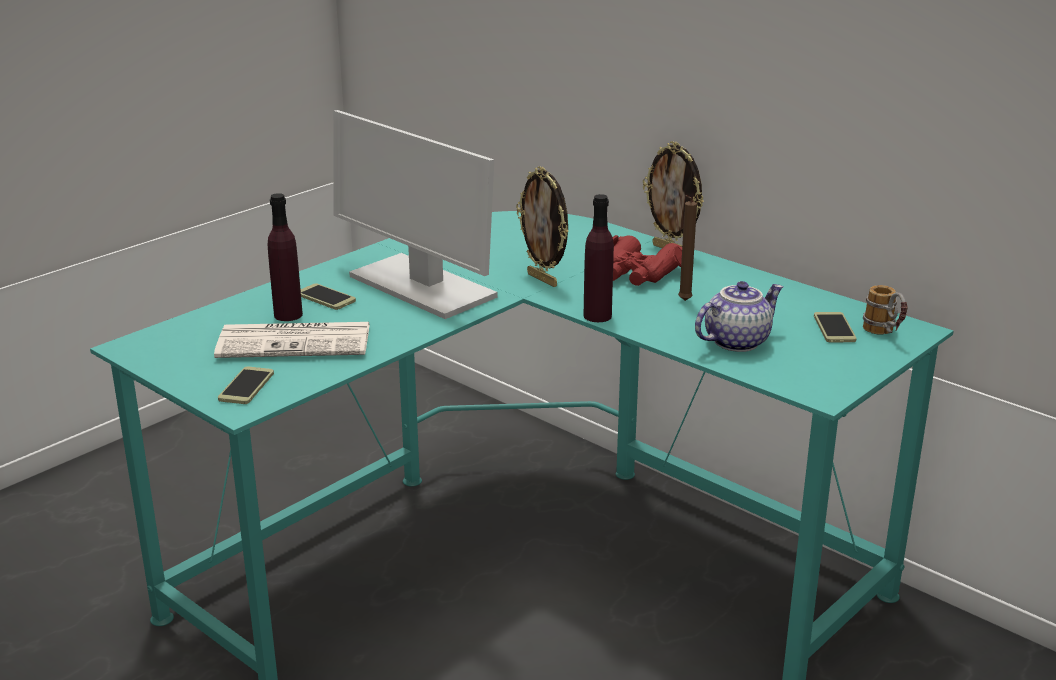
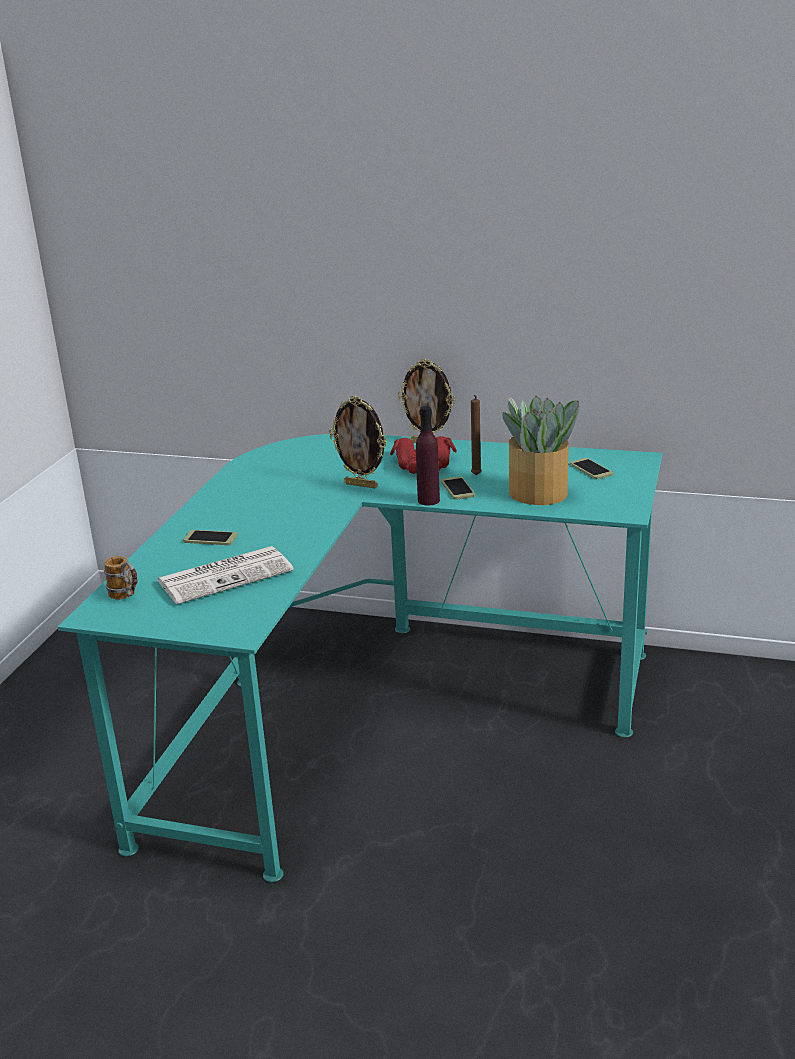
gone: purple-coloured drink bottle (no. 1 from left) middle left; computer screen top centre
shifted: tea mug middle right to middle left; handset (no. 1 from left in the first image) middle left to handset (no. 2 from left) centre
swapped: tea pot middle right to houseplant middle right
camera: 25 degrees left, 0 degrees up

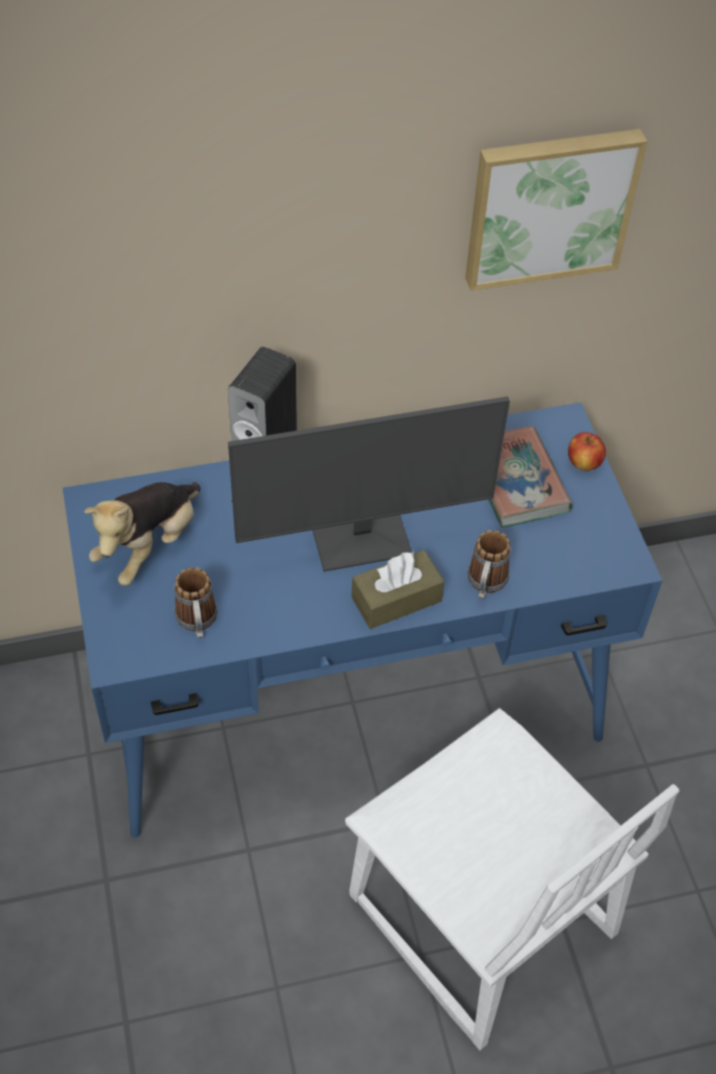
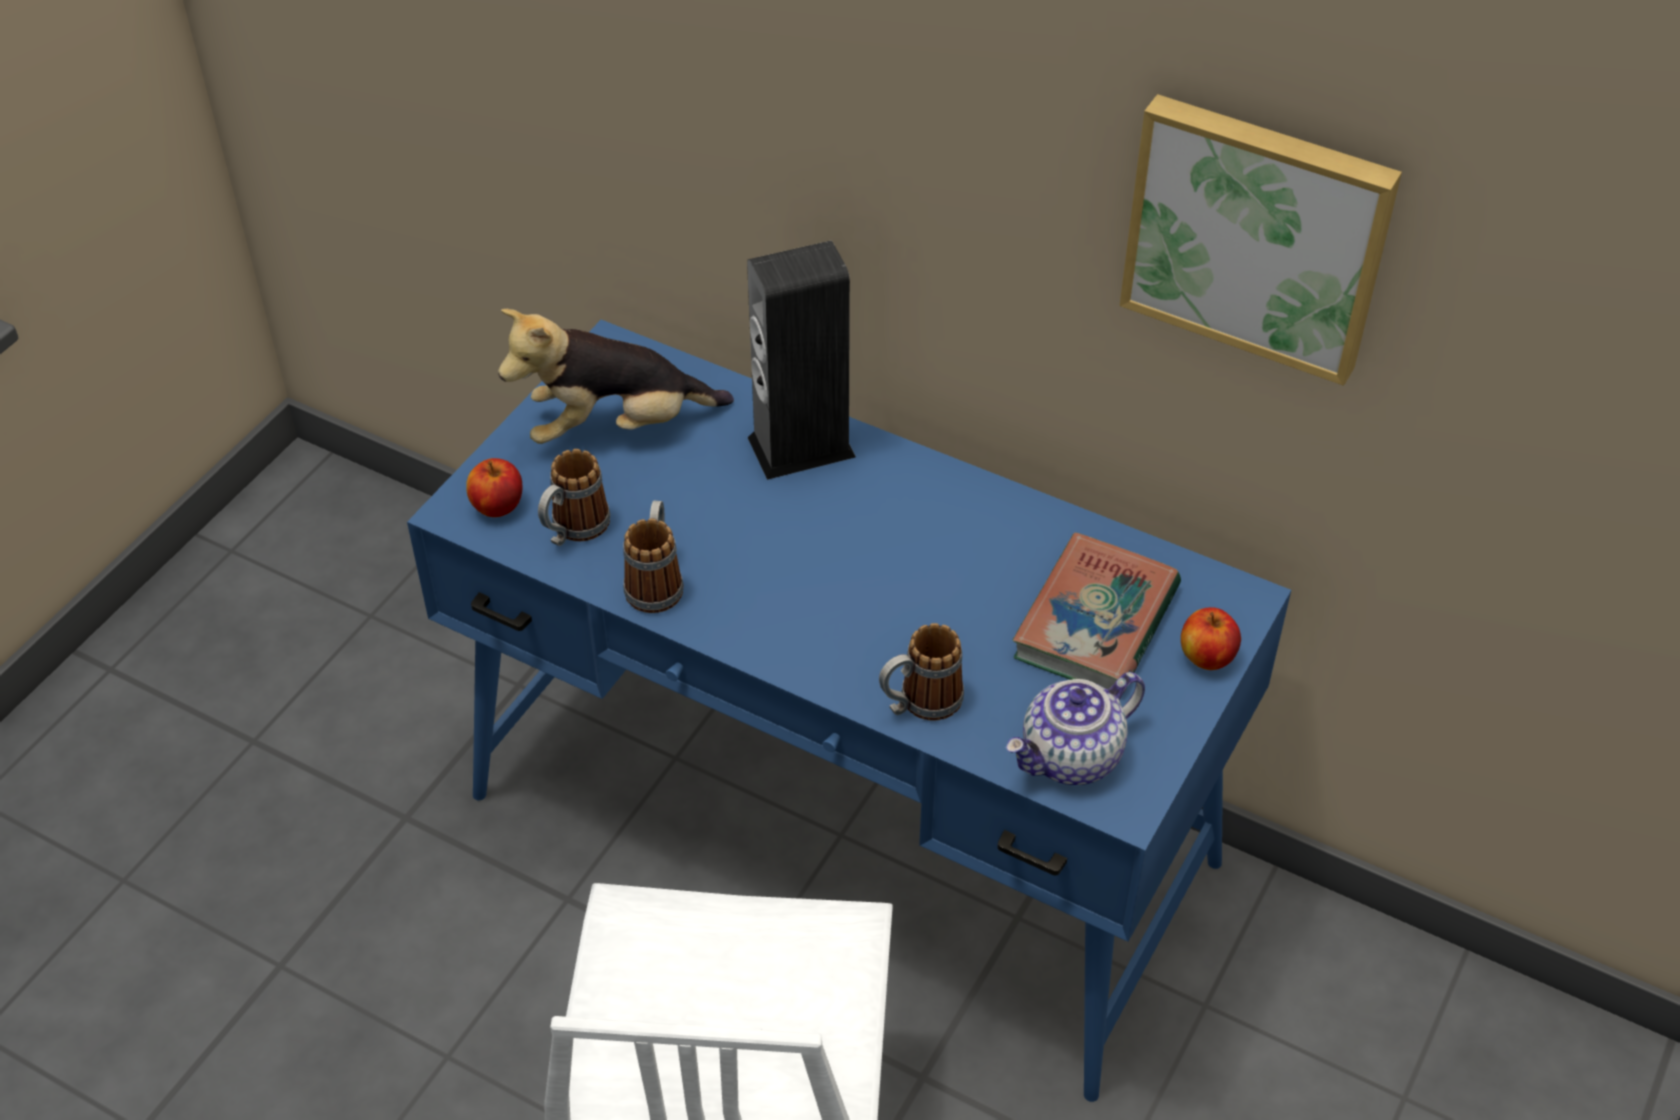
gone: computer screen centre; brownish tissue holder centre
new: whole apple (no. 1 from left) middle left; tea mug (no. 2 from left) centre; tea pot centre
camera: 45 degrees right, 5 degrees down

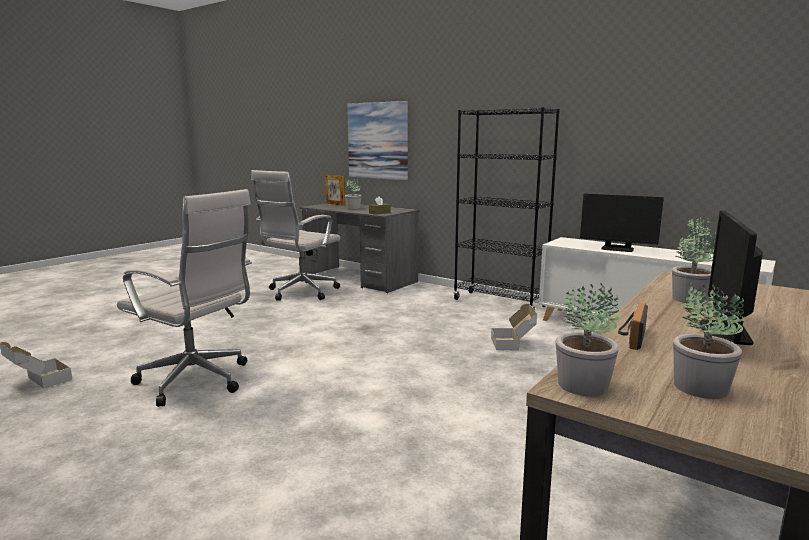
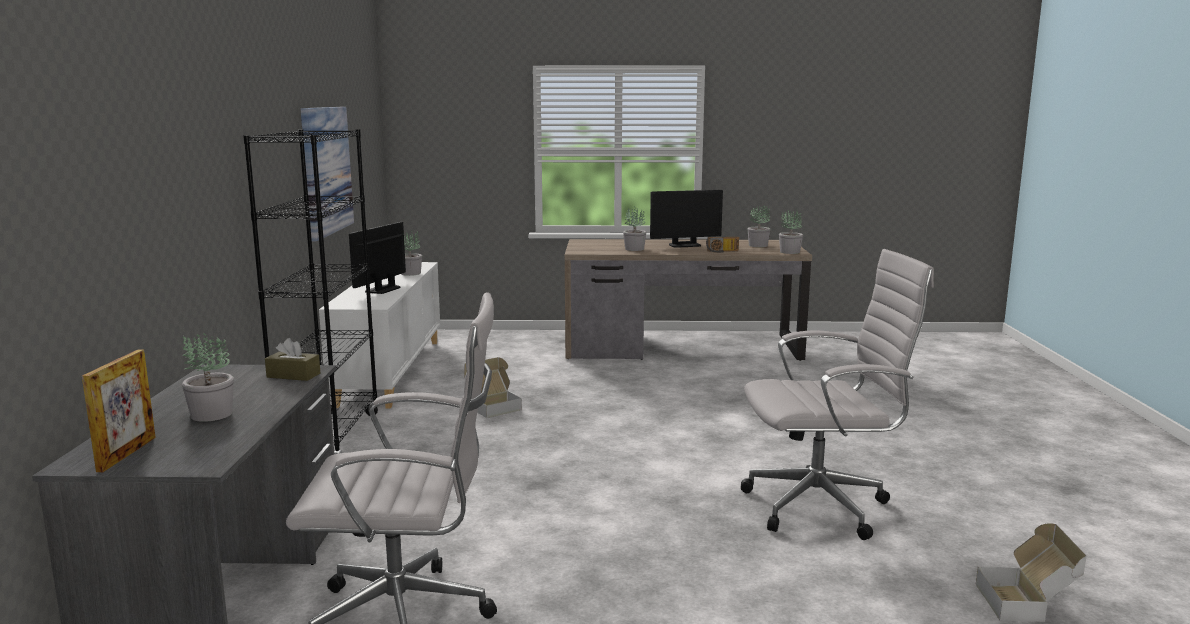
shifted: wall art top centre to top left
rotated: computer screen (no. 1 from left) middle right = middle left 150 degrees counterclockwise; whitish office chair (no. 1 from left in the first image) middle left = middle right 90 degrees clockwise
camera: 125 degrees left, 0 degrees up

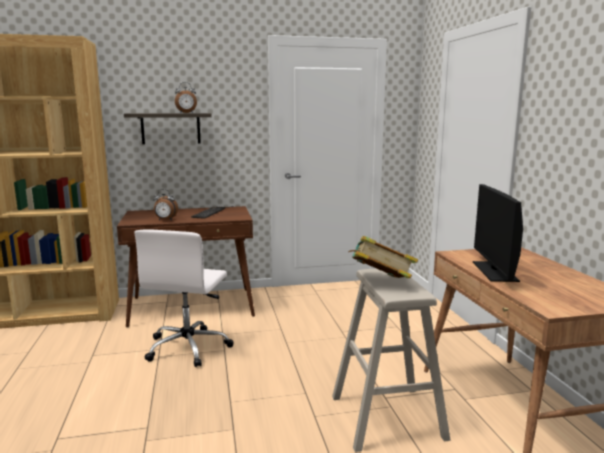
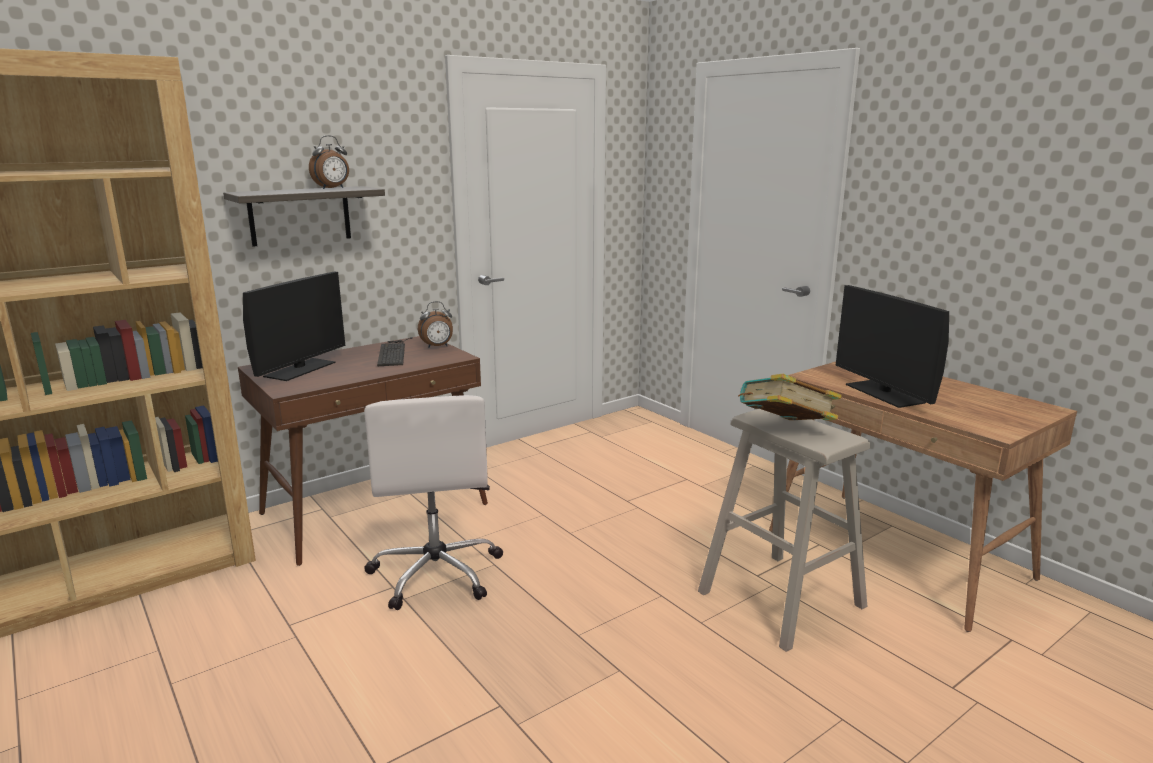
new: computer screen (no. 1 from left) middle left
shifted: alarm clock (no. 1 from left in the first image) middle left to alarm clock (no. 2 from left) centre
camera: 25 degrees left, 5 degrees up

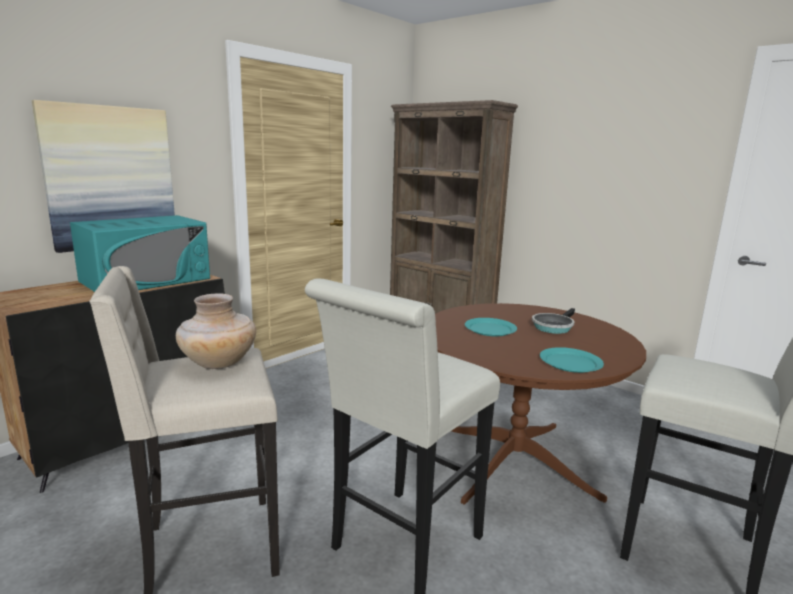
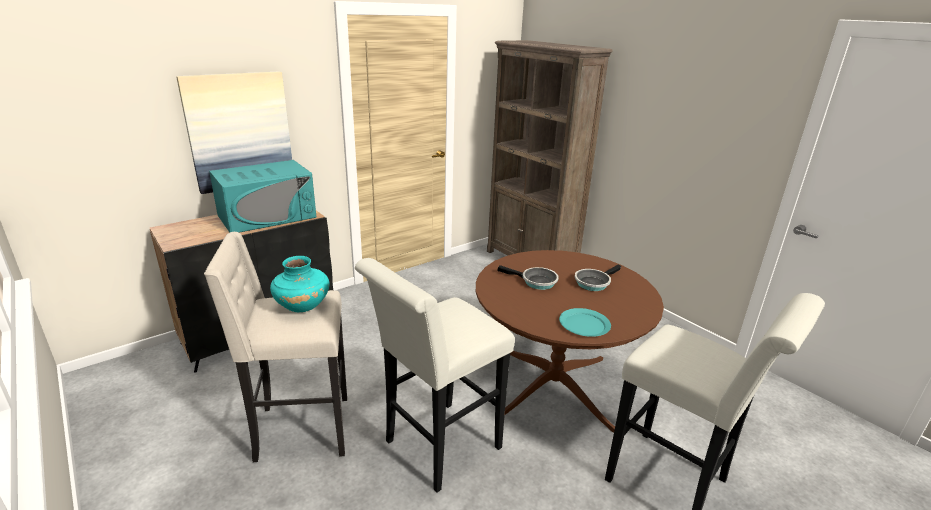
swapped: turquoise dinner plate (no. 1 from left) centre to skillet (no. 1 from left) centre
repainted: beige flower vase middle left to turquoise flower vase middle left
camera: 10 degrees right, 10 degrees up

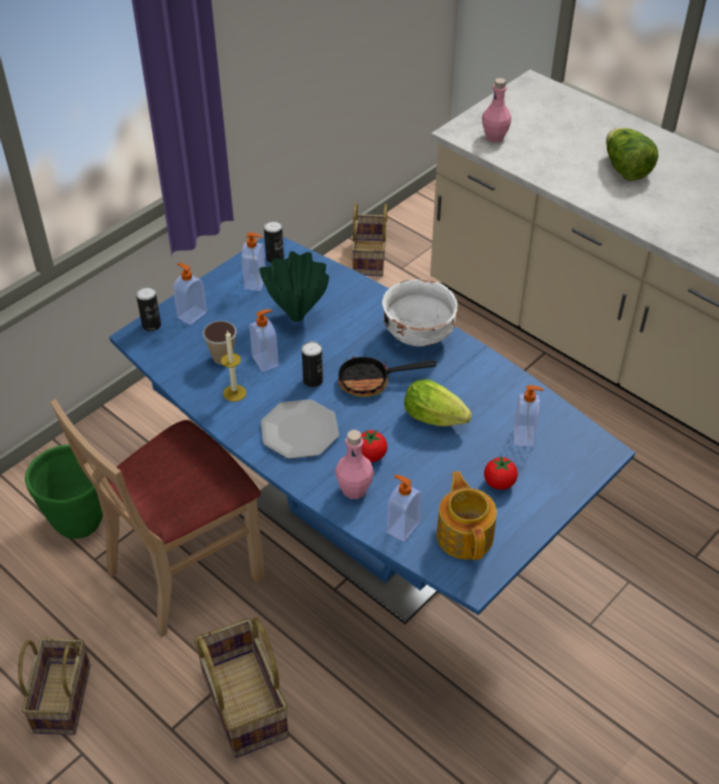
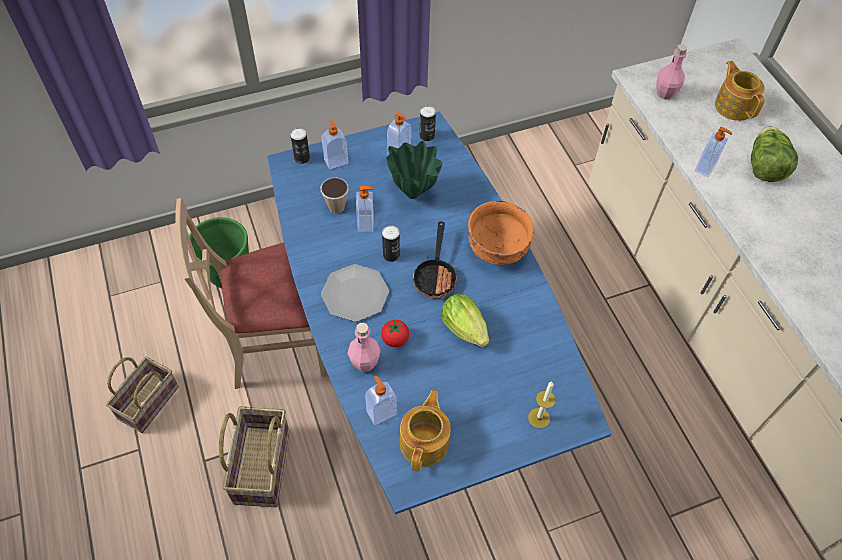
gone: basket (no. 3 from left) top centre; tomato (no. 2 from left) middle right
new: tea pot (no. 2 from left) top right
shifted: wax light middle left to bottom centre; liquid soap bottle (no. 5 from left) middle right to top right
repainted: whitish serving bowl centre to orange-coloured serving bowl centre
rotated: skillet centre = centre 105 degrees counterclockwise
camera: 25 degrees right, 10 degrees up

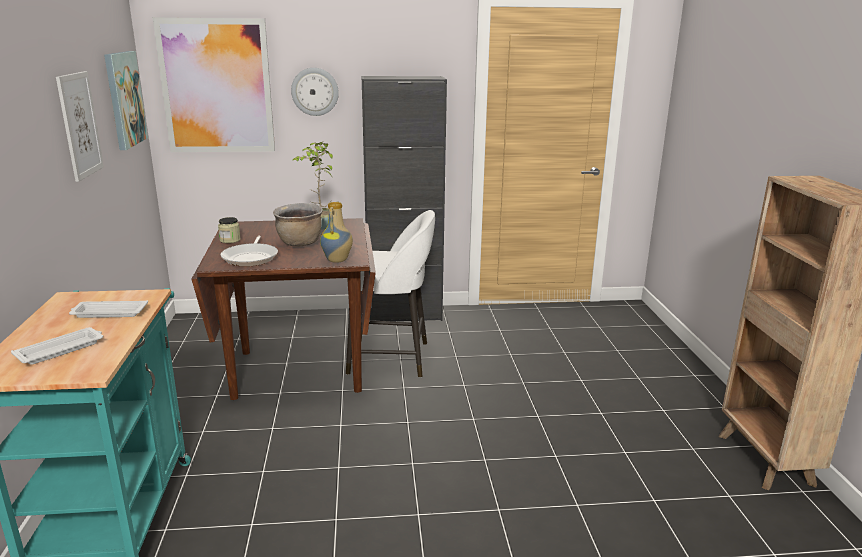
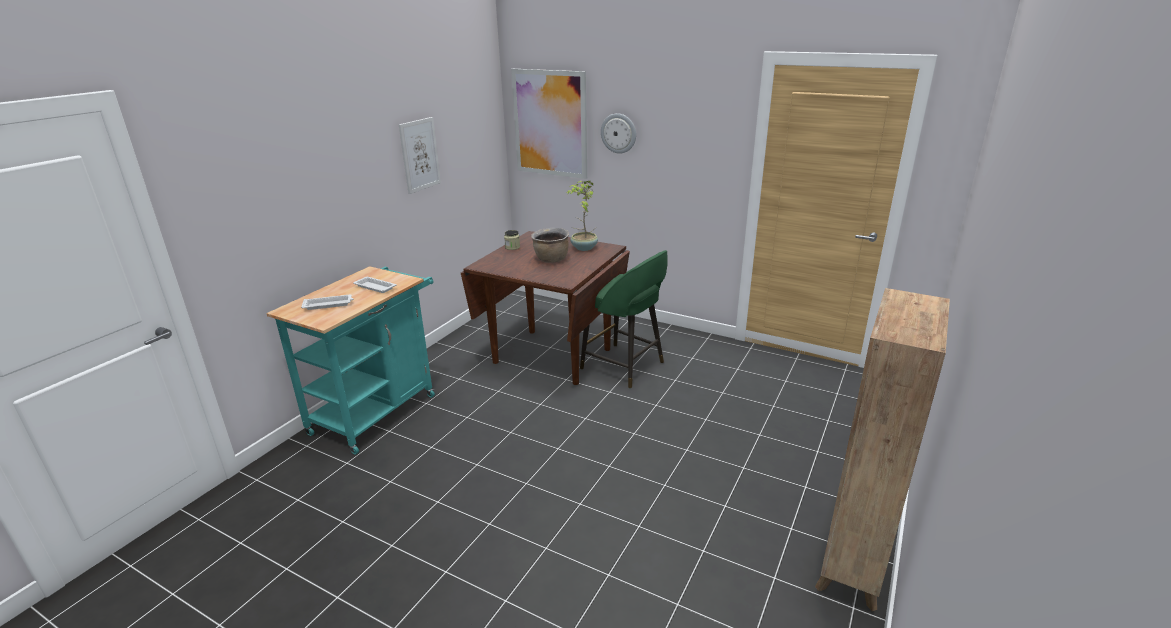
gone: wall art (no. 2 from left) top left; skillet middle left; flower vase centre; blackish storage cabinet centre
repainted: whitish stool seat centre to green stool seat centre
camera: 35 degrees right, 5 degrees up

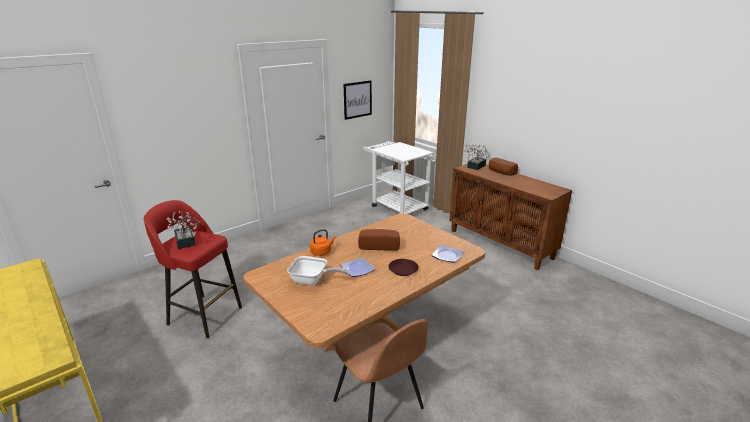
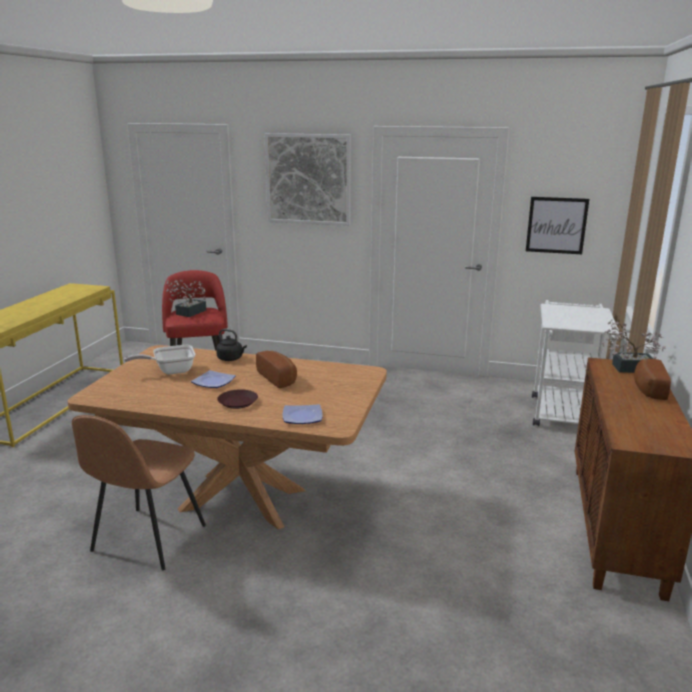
new: wall art (no. 1 from left) top centre
repainted: orange-coloured tea kettle centre to blackish tea kettle centre
rotated: skillet centre = middle left 90 degrees clockwise
camera: 55 degrees right, 5 degrees down

